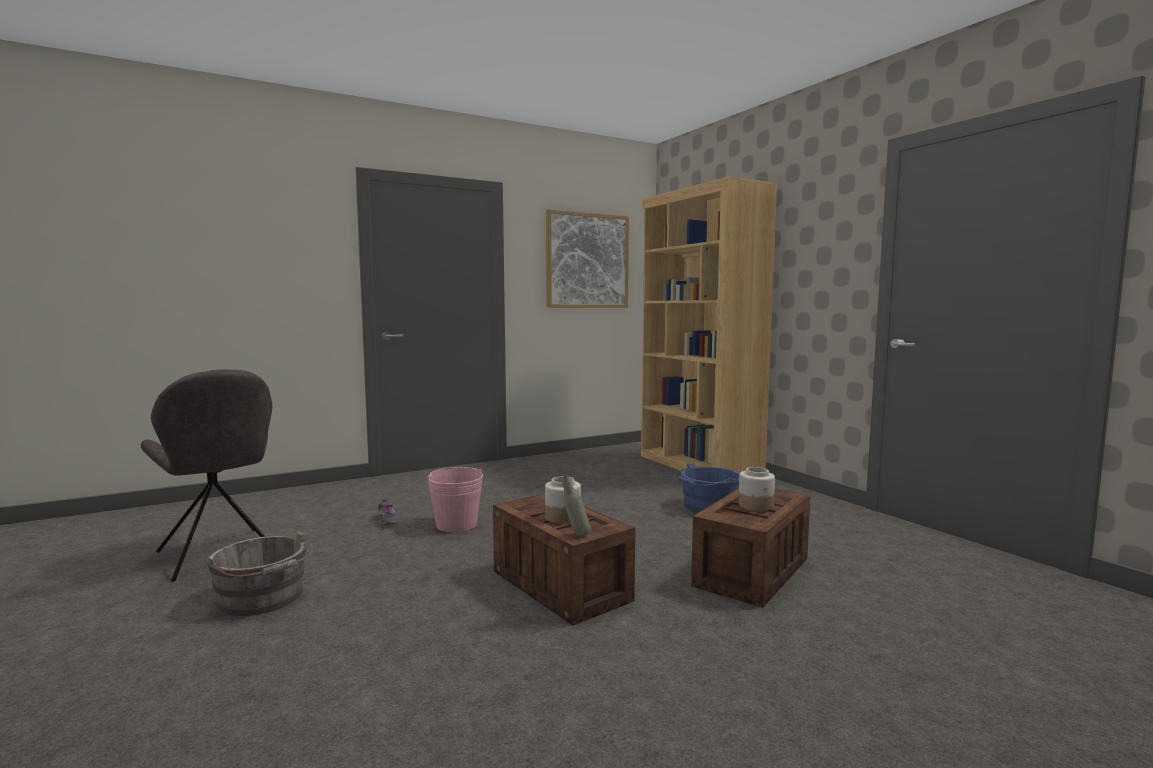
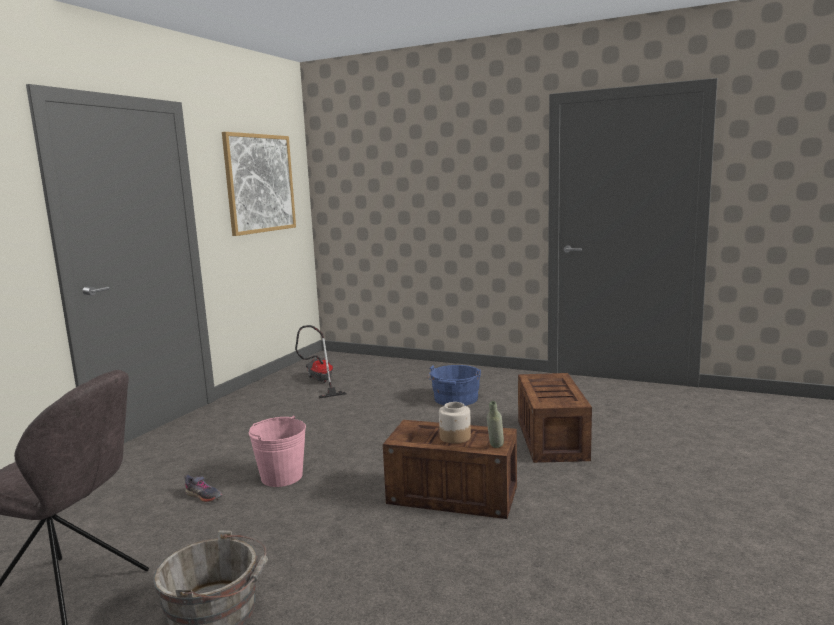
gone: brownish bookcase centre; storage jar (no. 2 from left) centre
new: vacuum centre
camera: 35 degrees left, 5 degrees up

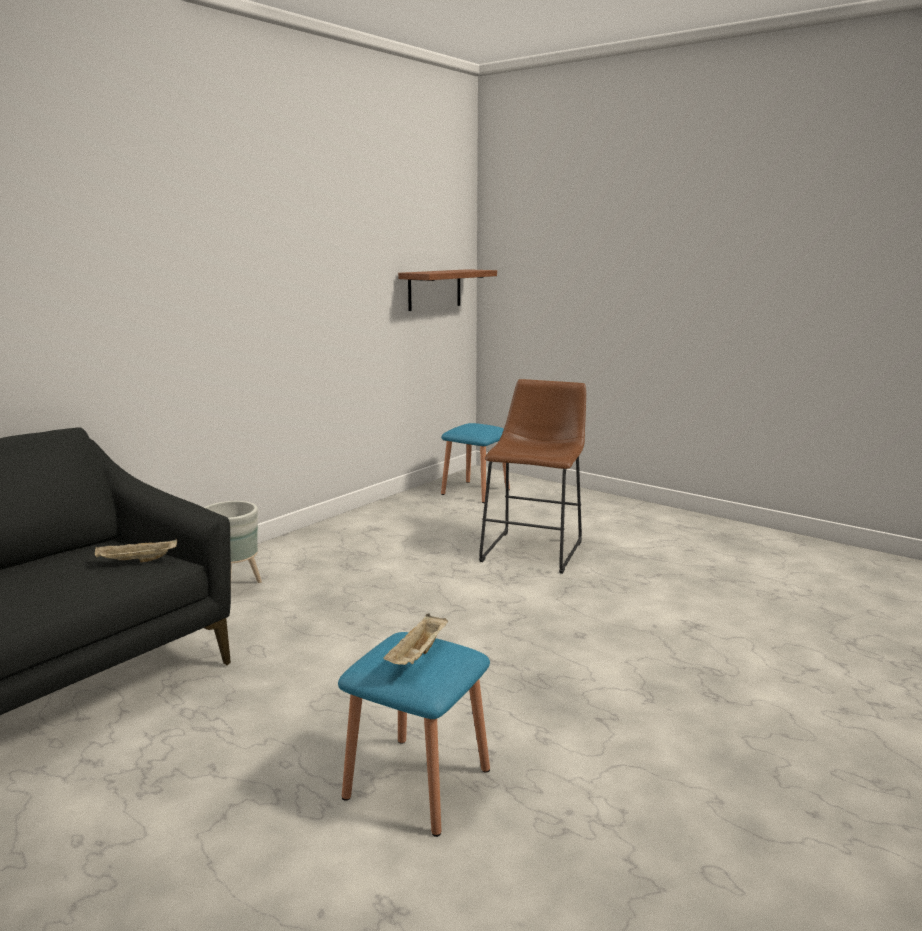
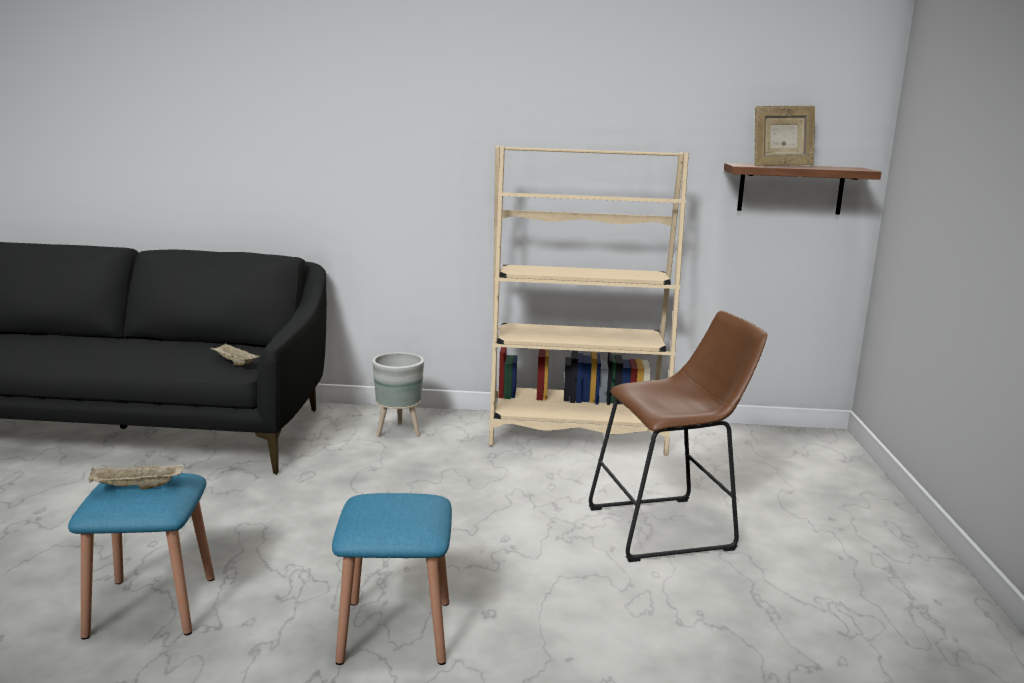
new: beige bookcase centre; picture frame top right
shifted: bluish stool seat (no. 2 from left) centre to bottom centre
camera: 55 degrees right, 0 degrees up

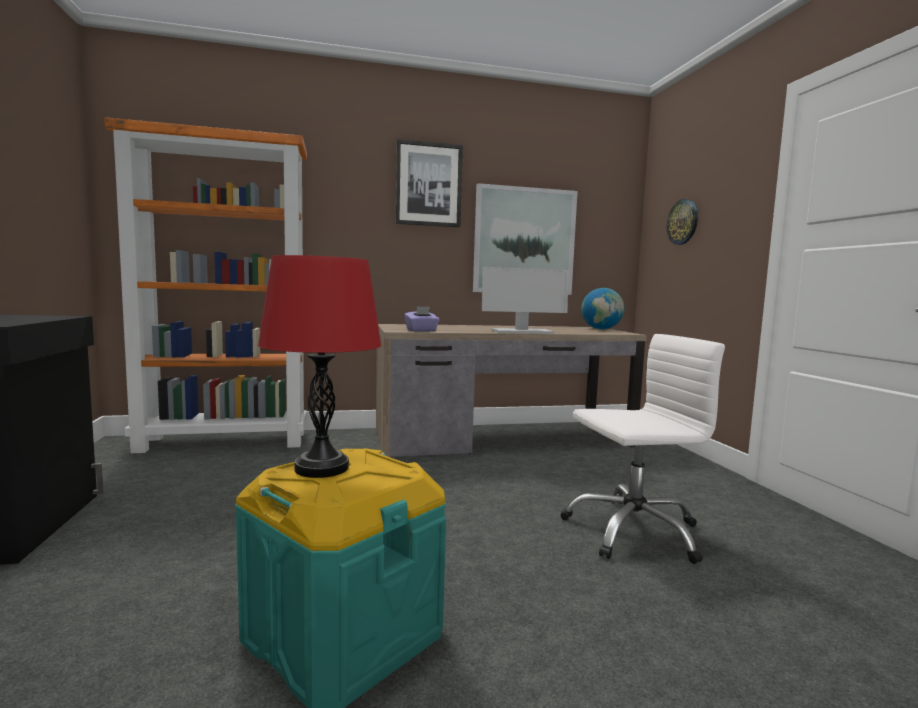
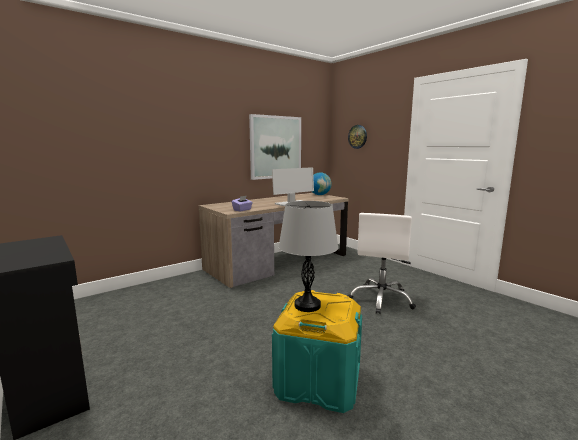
gone: orange-coloured bookcase middle left; wall art (no. 1 from left) top centre
repainted: red-coloured tabletop lamp centre to grey tabletop lamp centre
rotated: whitish office chair middle right = centre 150 degrees clockwise
camera: 25 degrees left, 5 degrees up

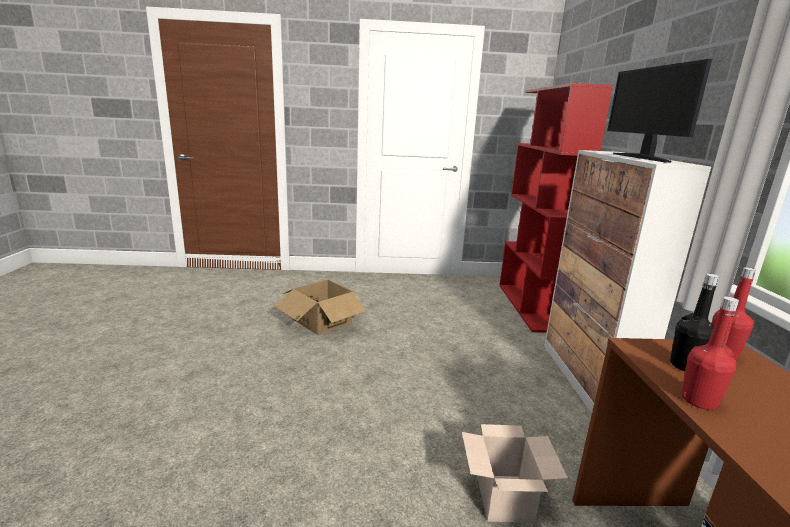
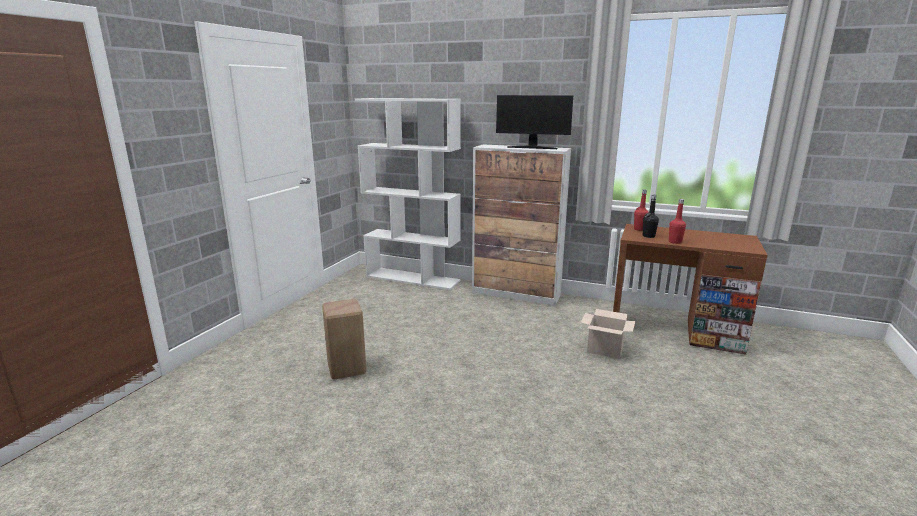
swapped: carton (no. 1 from left) centre to beige stool seat centre
repainted: red-coloured bookcase middle right to whitish bookcase centre
camera: 65 degrees left, 0 degrees up

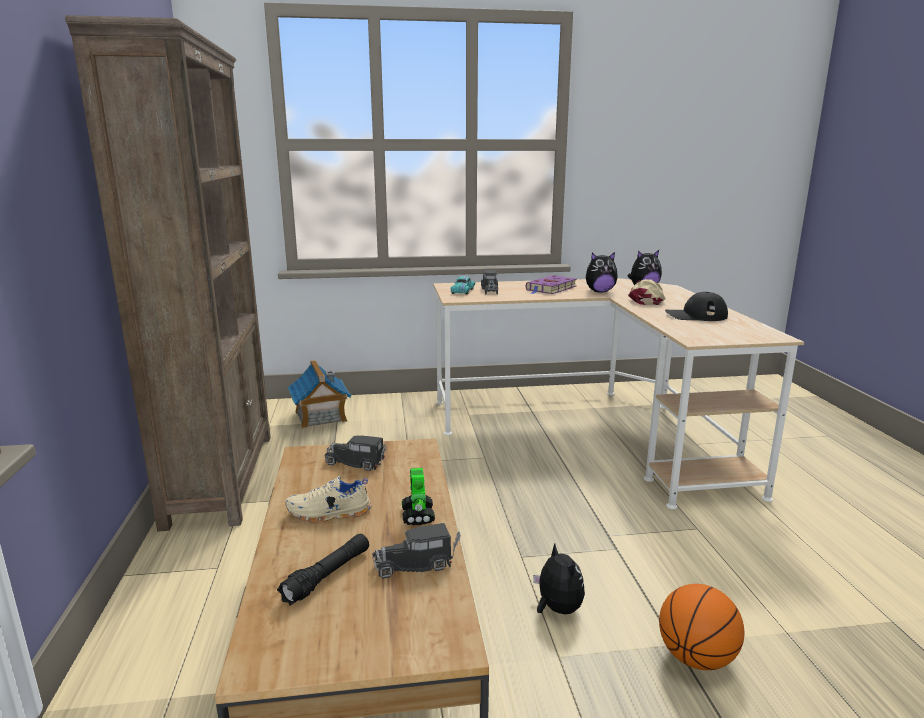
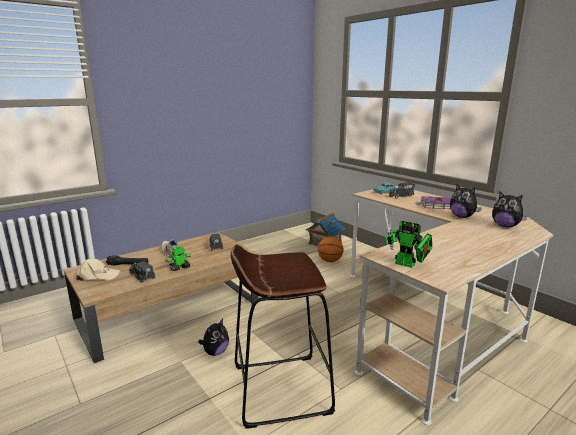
gone: brownish bookcase middle left; blackish peaked cap middle right
new: brownish stool seat bottom centre; robot figure (no. 2 from left) middle right
shifted: beige peaked cap middle right to middle left; basketball ball bottom right to centre
camera: 60 degrees right, 0 degrees up

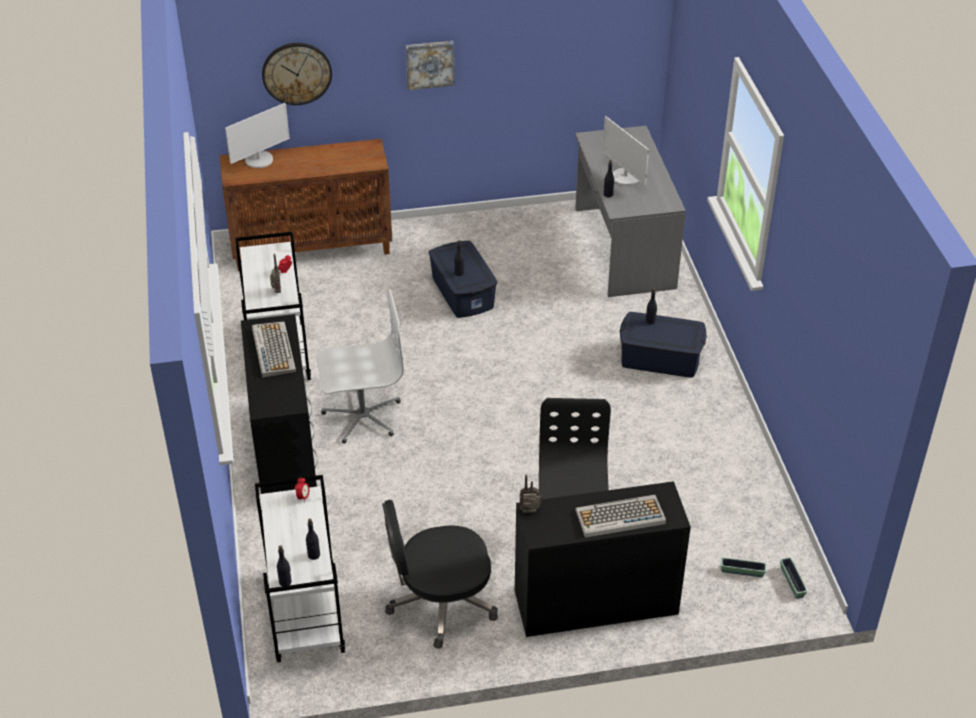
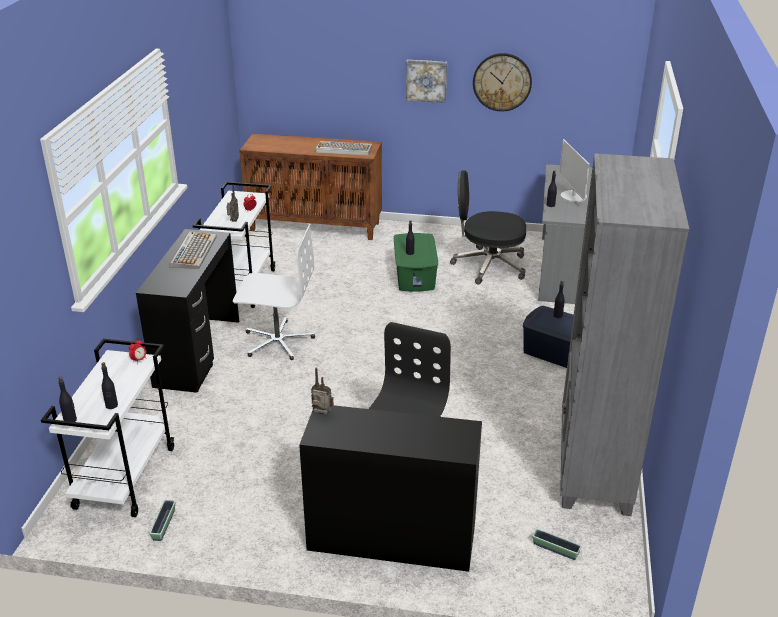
gone: computer screen (no. 1 from left) top left
new: grey bookcase middle right
shifted: flower pot (no. 2 from left in the first image) bottom right to flower pot (no. 1 from left) bottom left; computer keyboard (no. 2 from left) bottom centre to top centre; blackish office chair (no. 1 from left in the first image) bottom centre to blackish office chair (no. 2 from left) centre; clock on the wall top left to top centre
repainted: bluish storage box (no. 1 from left) centre to green storage box centre
camera: 20 degrees right, 10 degrees down

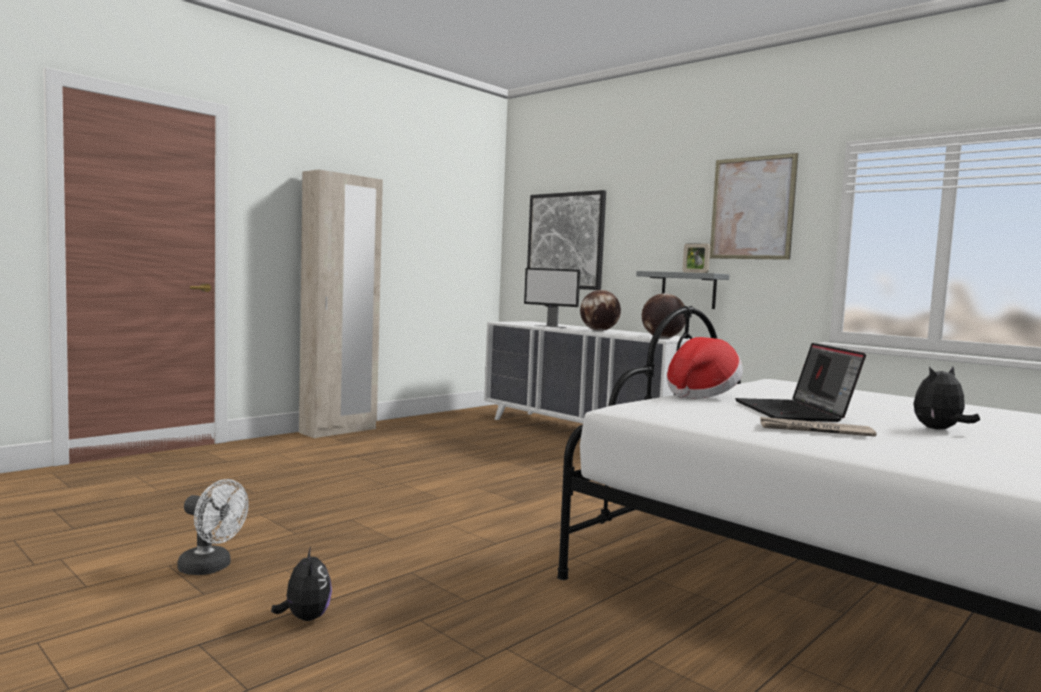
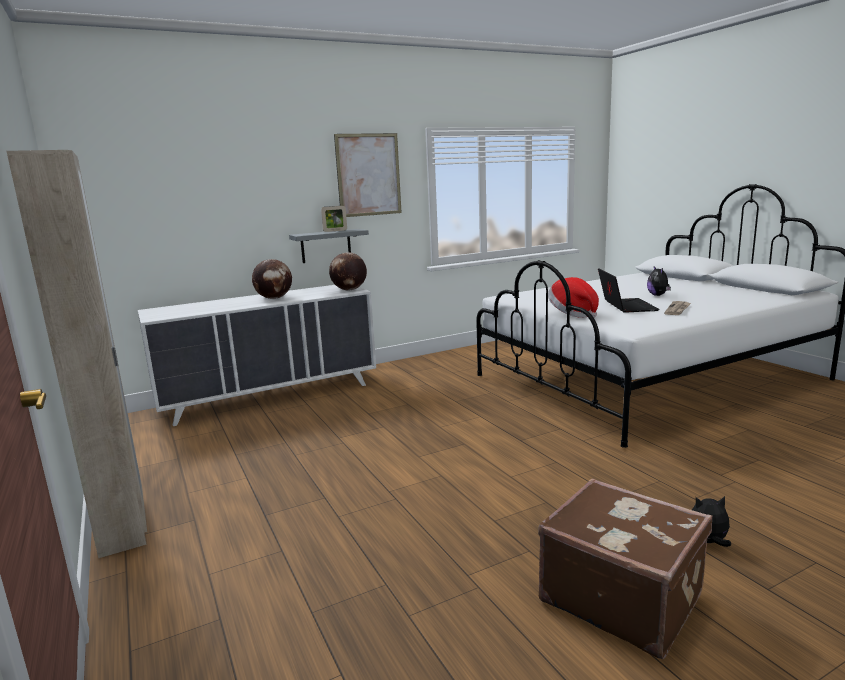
gone: computer screen centre; wall art (no. 1 from left) centre
swapped: whitish fan bottom left to brownish travel case bottom right
rotated: portable computer middle right = middle right 105 degrees counterclockwise
camera: 70 degrees left, 10 degrees up

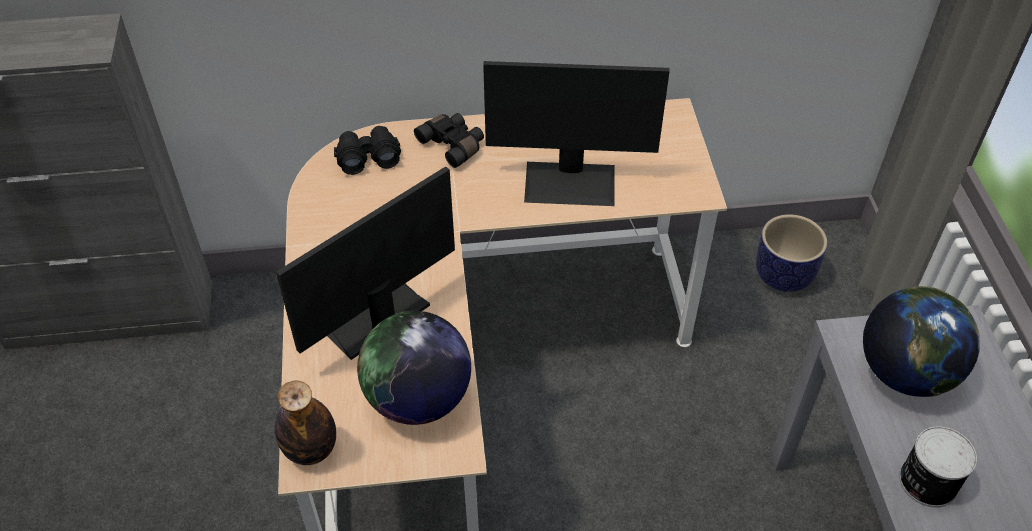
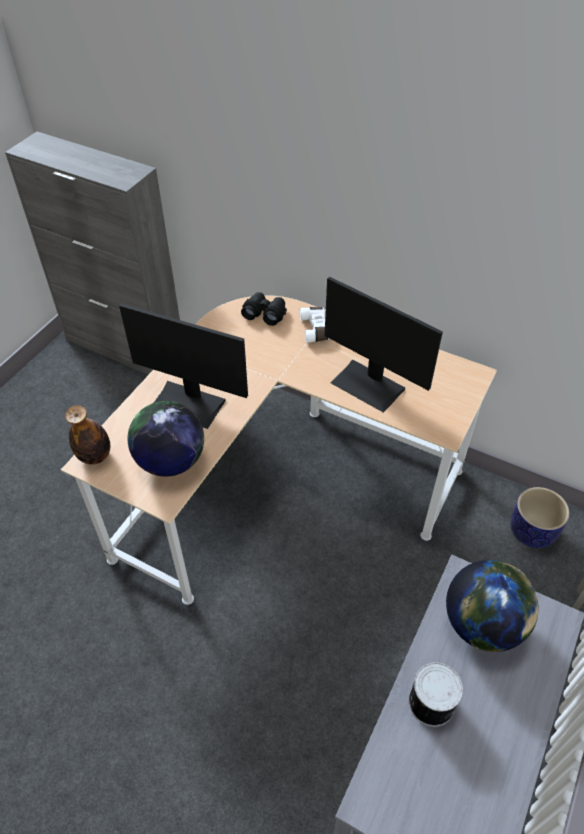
repainted: blackish binoculars (no. 2 from left) top centre to whitish binoculars centre
rotated: computer screen (no. 1 from left) centre = middle left 150 degrees counterclockwise
camera: 35 degrees right, 0 degrees up

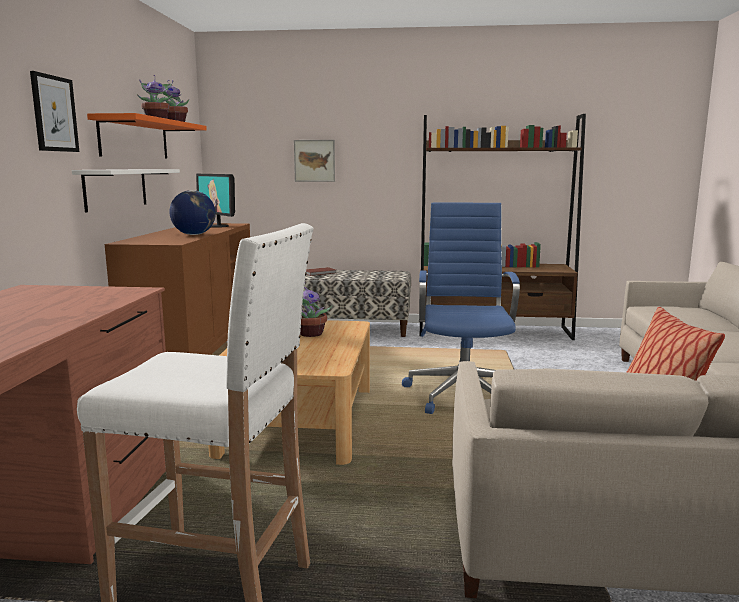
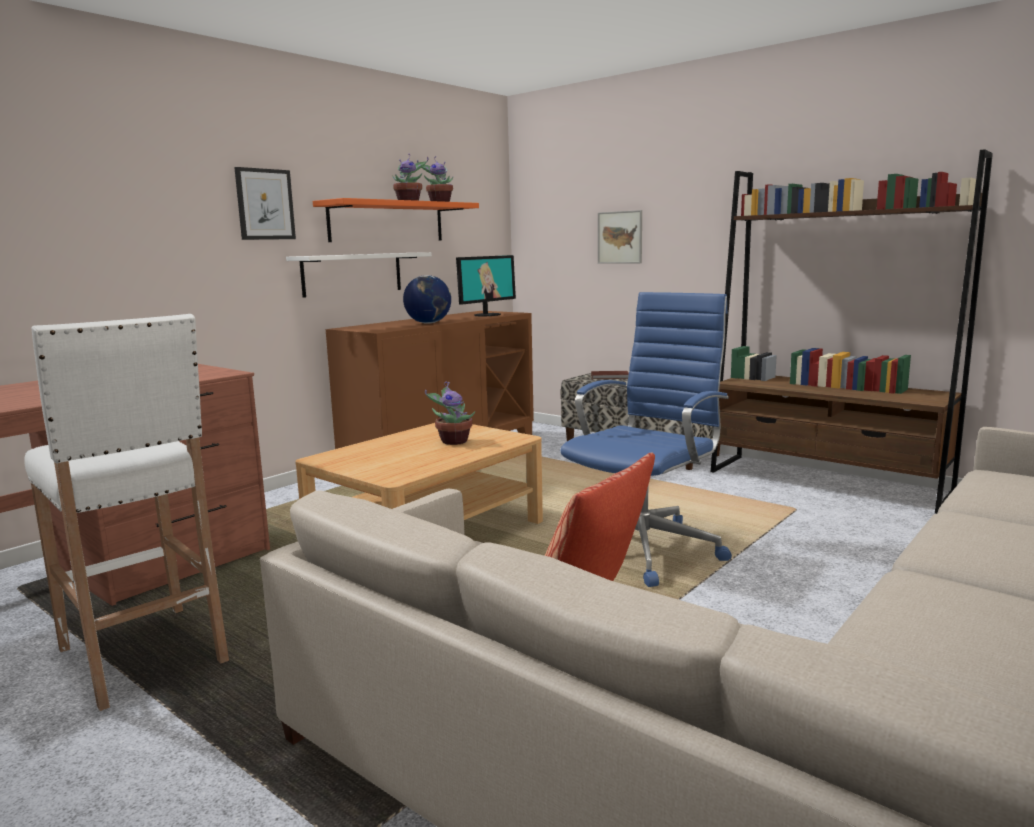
rotated: computer screen middle left = centre 135 degrees counterclockwise
camera: 35 degrees right, 0 degrees up

